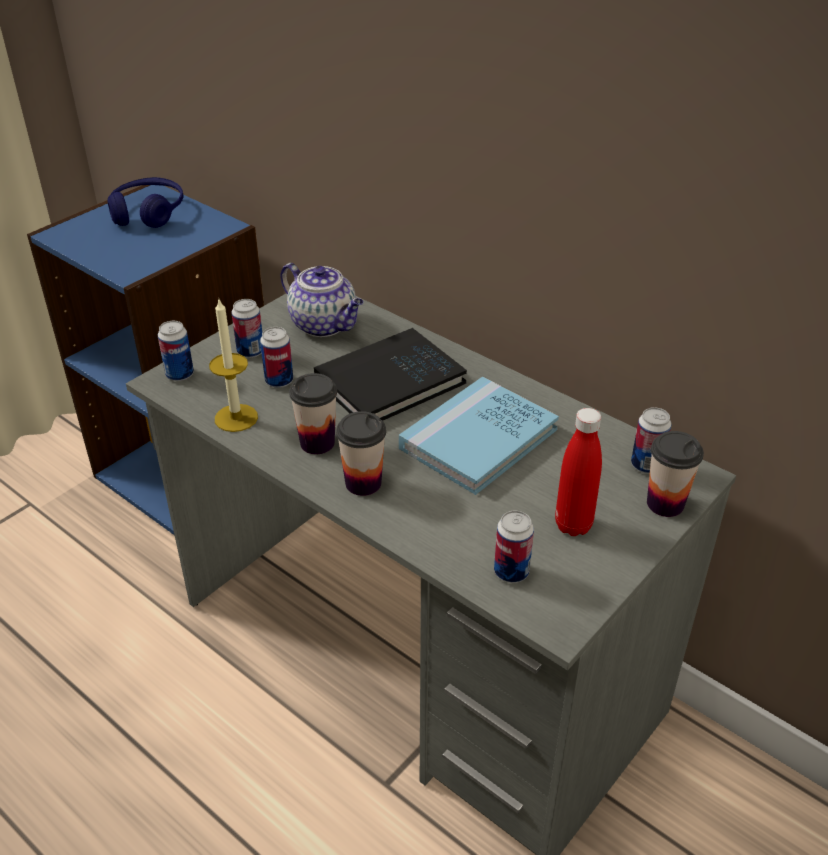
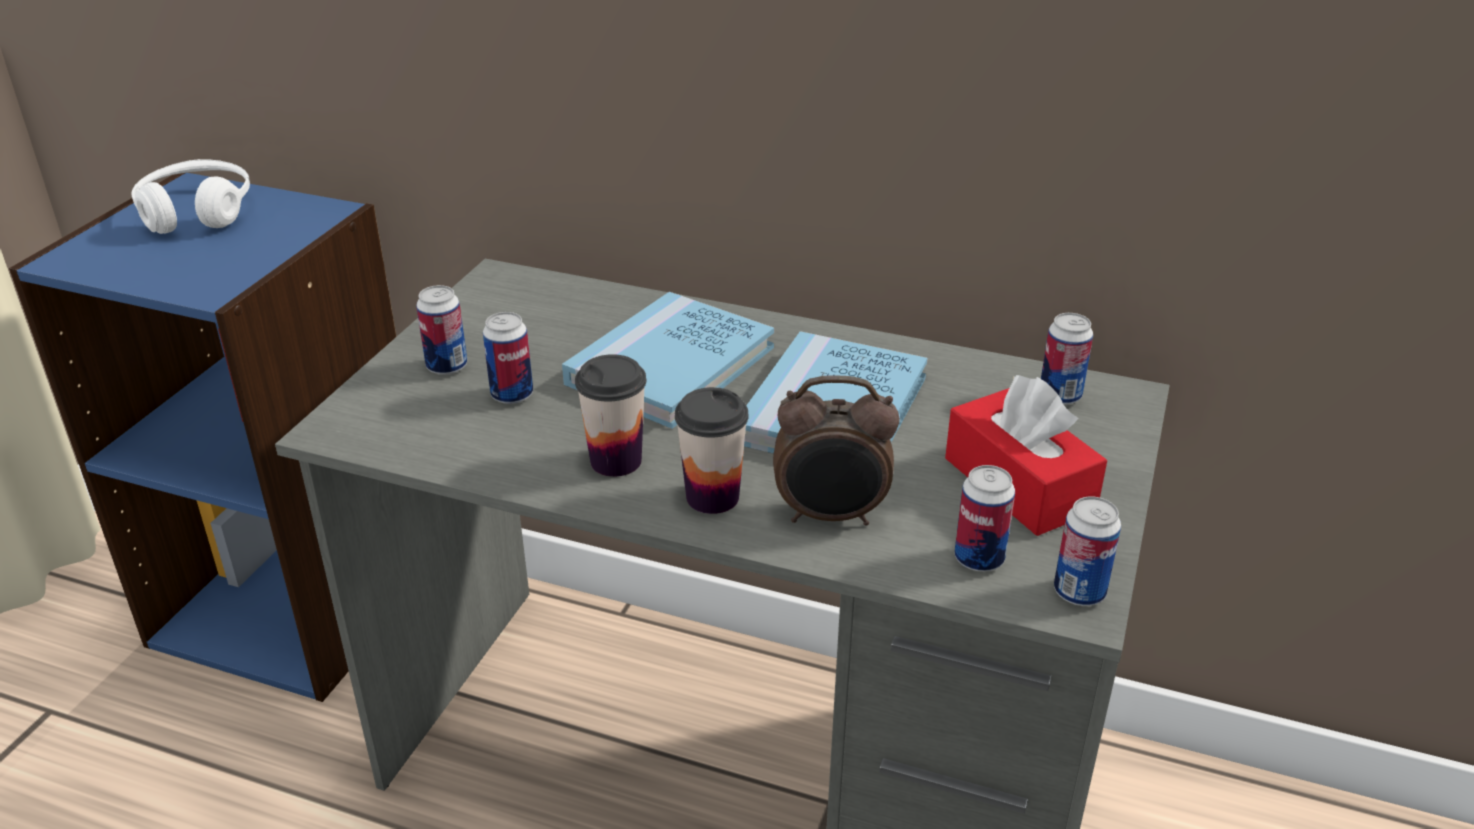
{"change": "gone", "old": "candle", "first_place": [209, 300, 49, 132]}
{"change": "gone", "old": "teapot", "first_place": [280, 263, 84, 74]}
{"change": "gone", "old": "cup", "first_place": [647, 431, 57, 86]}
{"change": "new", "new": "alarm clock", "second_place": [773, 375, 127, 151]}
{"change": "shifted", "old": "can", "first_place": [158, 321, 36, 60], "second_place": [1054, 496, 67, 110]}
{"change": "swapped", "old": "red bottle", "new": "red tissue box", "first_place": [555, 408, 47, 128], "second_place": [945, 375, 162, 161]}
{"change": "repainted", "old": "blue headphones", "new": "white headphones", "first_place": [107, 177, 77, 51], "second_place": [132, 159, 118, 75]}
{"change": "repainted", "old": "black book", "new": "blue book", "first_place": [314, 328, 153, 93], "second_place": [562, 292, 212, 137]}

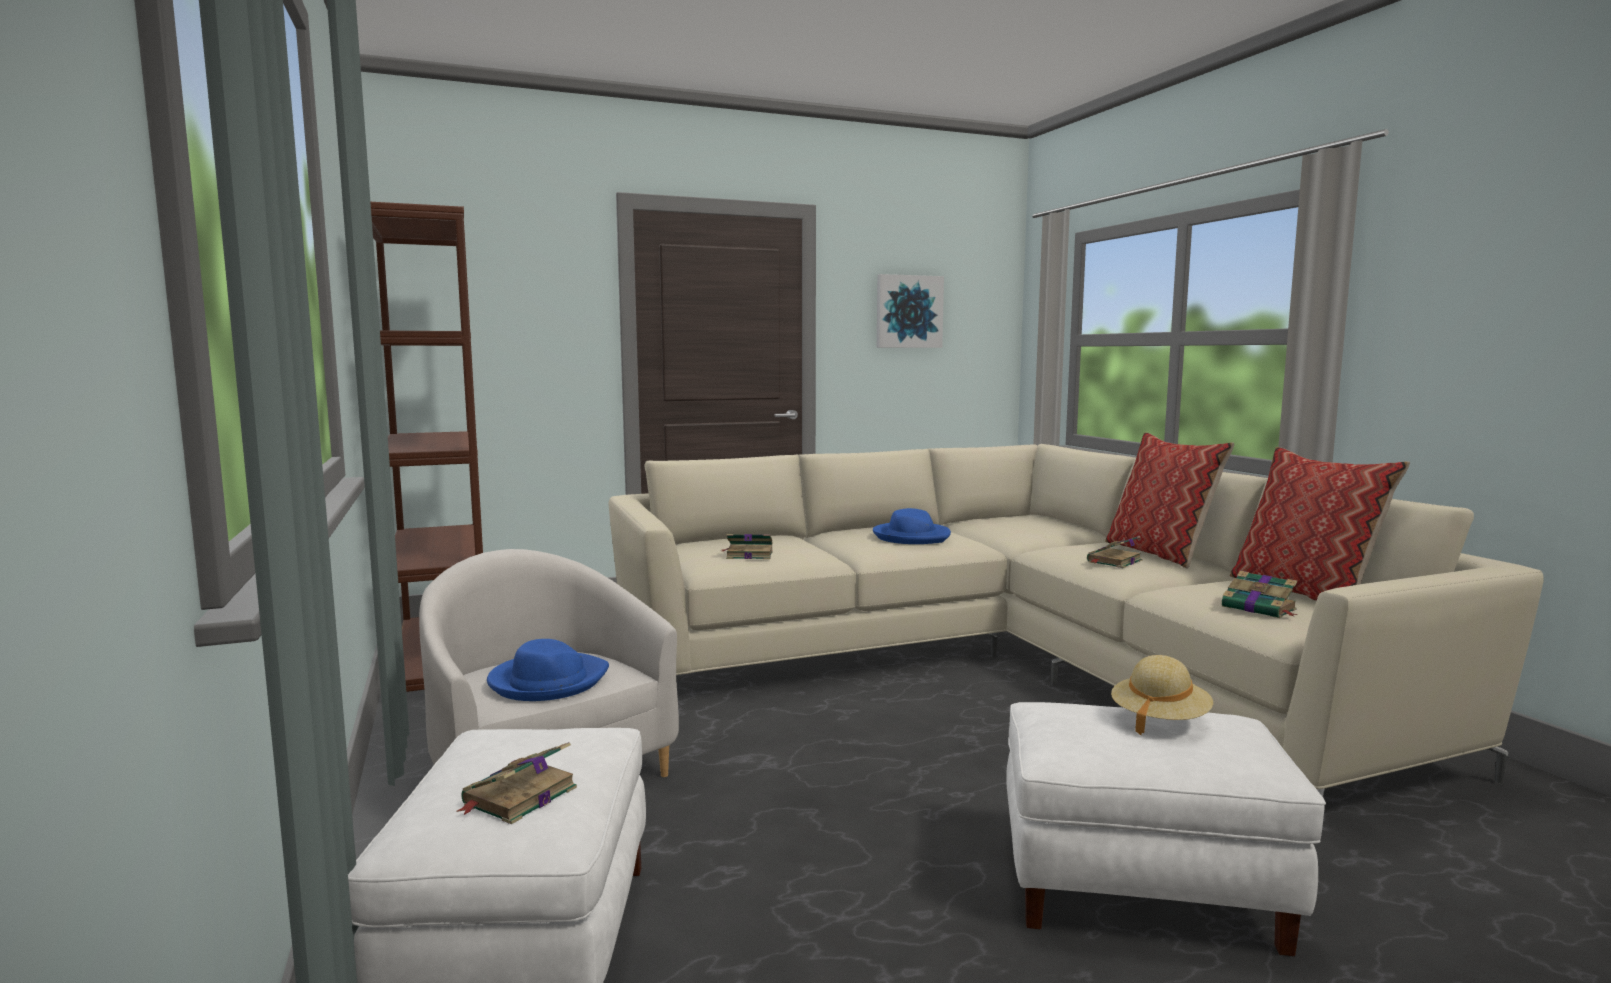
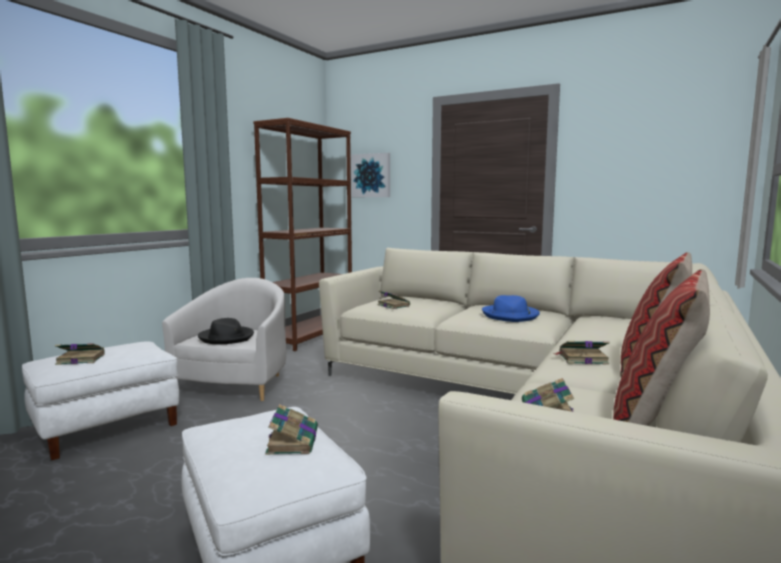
{"change": "shifted", "old": "picture", "first_place": [877, 274, 67, 74], "second_place": [351, 153, 39, 44]}
{"change": "swapped", "old": "beige hat", "new": "book", "first_place": [1111, 655, 102, 80], "second_place": [265, 404, 53, 51]}
{"change": "repainted", "old": "blue hat", "new": "black hat", "first_place": [487, 639, 122, 62], "second_place": [198, 318, 56, 26]}

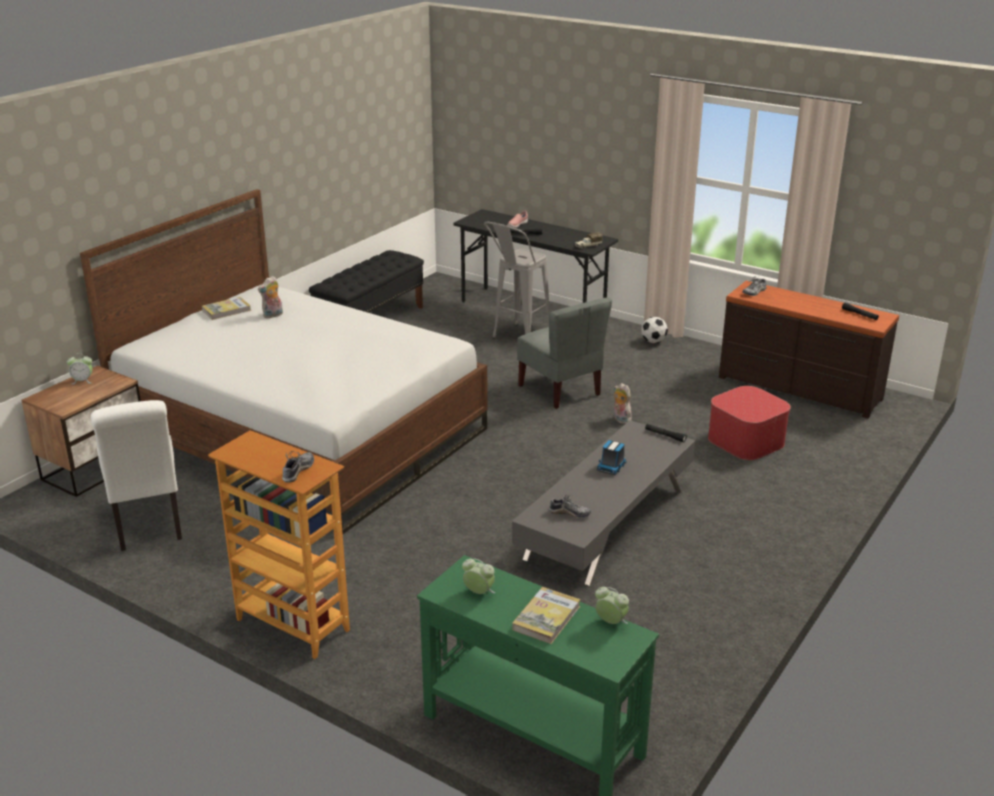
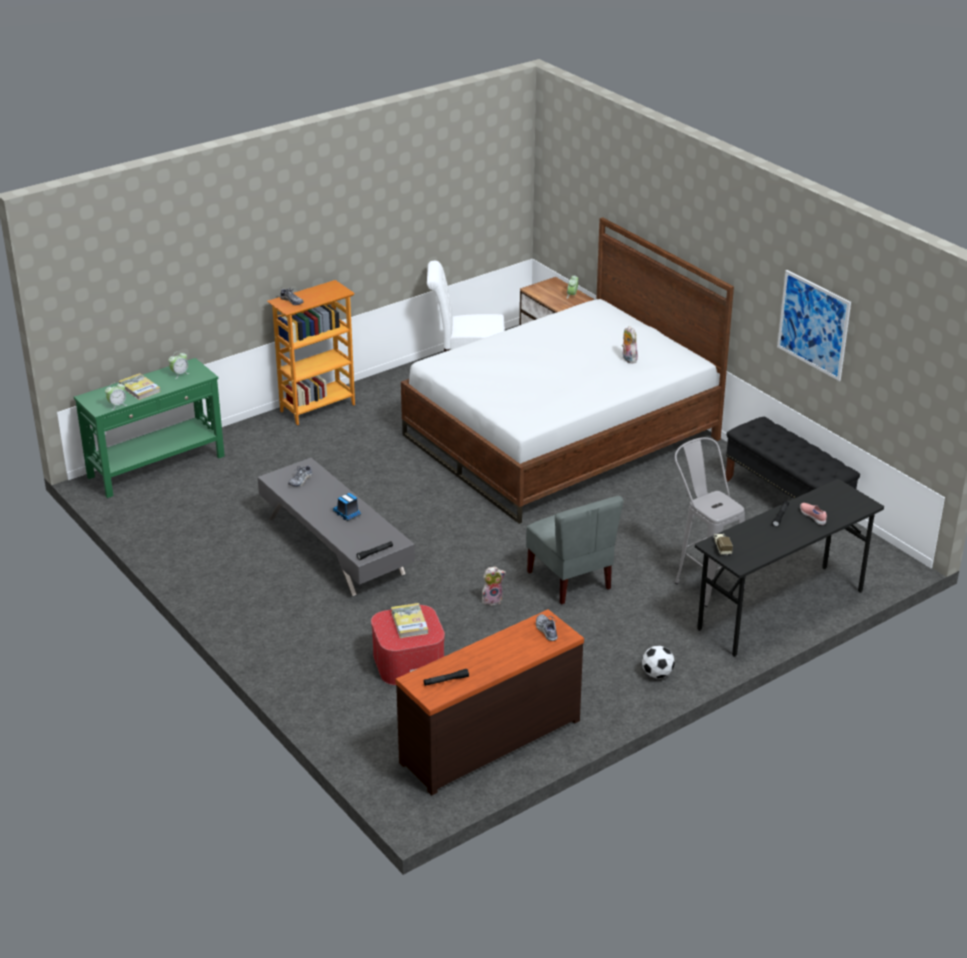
{"change": "new", "new": "picture", "second_place": [777, 270, 74, 111]}
{"change": "shifted", "old": "book", "first_place": [202, 297, 49, 23], "second_place": [391, 603, 37, 35]}
{"change": "rotated", "old": "grey chair", "first_place": [517, 297, 95, 112], "second_place": [526, 496, 98, 108], "degrees": -105}

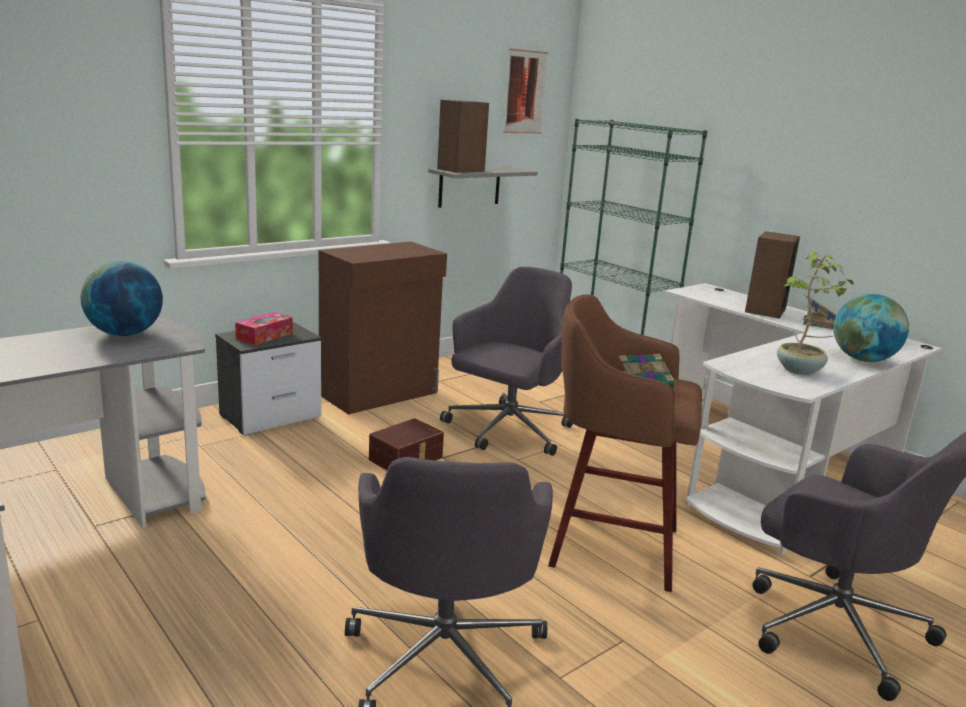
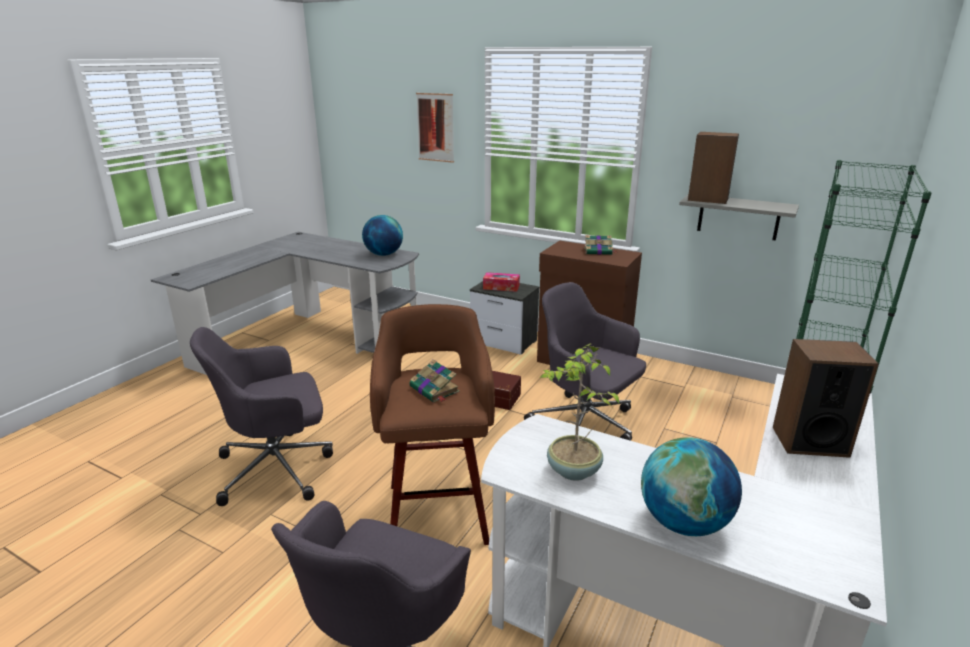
{"change": "shifted", "old": "picture", "first_place": [503, 48, 45, 85], "second_place": [416, 93, 38, 70]}
{"change": "shifted", "old": "book", "first_place": [803, 299, 33, 31], "second_place": [584, 235, 33, 20]}
{"change": "rotated", "old": "grey office chair", "first_place": [440, 267, 133, 189], "second_place": [524, 282, 122, 159], "degrees": -150}

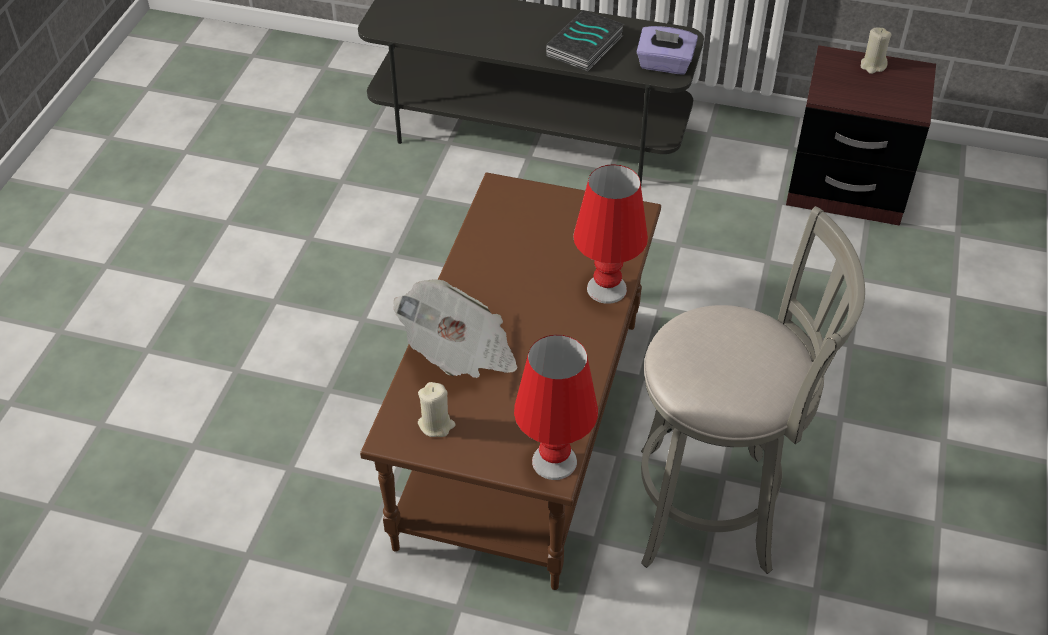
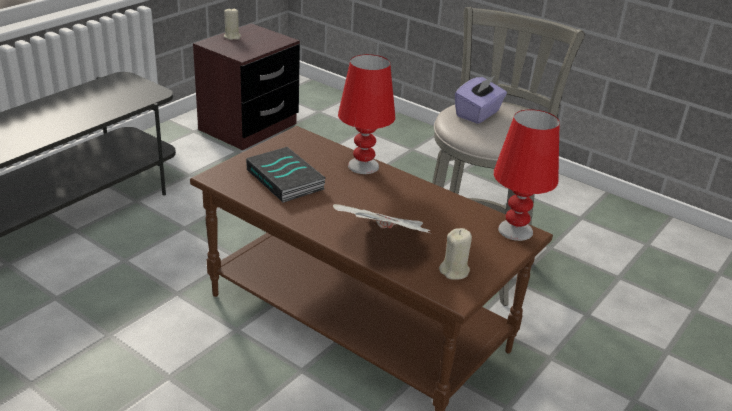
{"change": "shifted", "old": "book", "first_place": [546, 10, 78, 61], "second_place": [246, 147, 79, 56]}
{"change": "shifted", "old": "purple tissue box", "first_place": [637, 26, 61, 49], "second_place": [455, 76, 52, 48]}

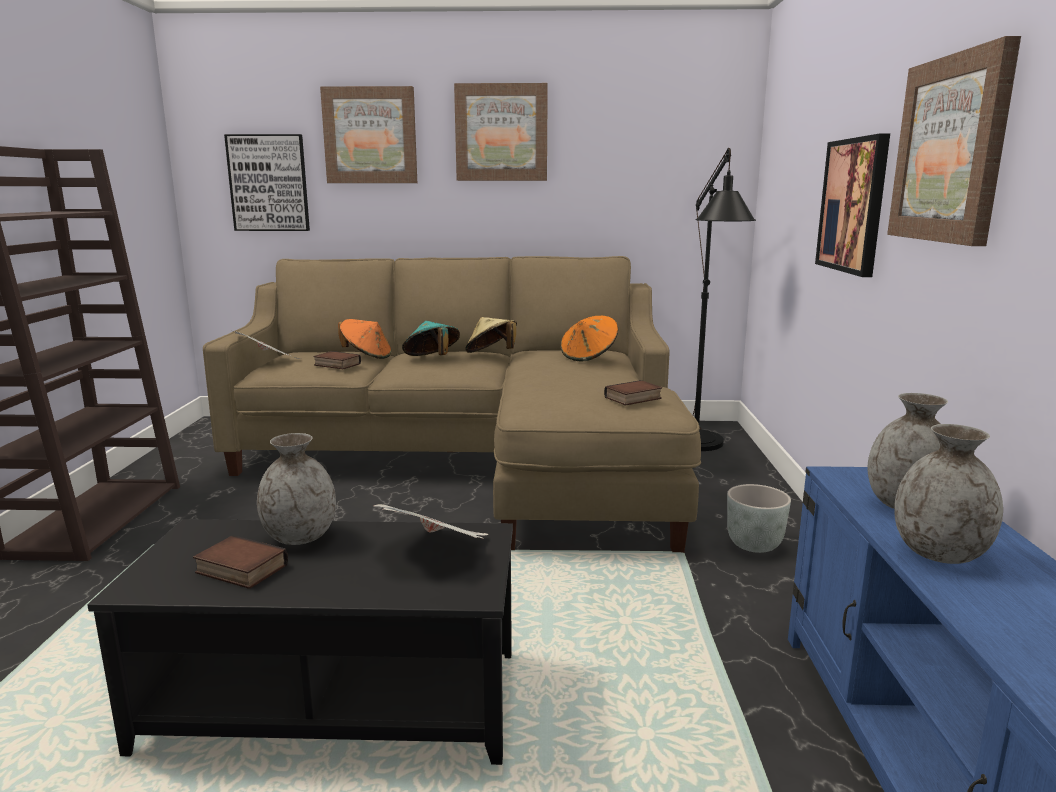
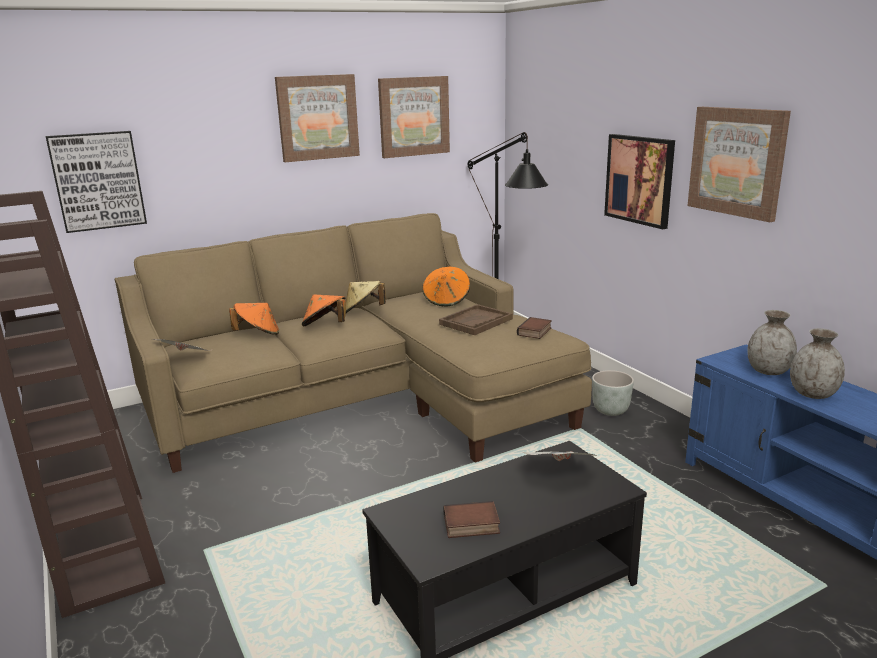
{"change": "gone", "old": "grey vase", "first_place": [257, 433, 79, 112]}
{"change": "gone", "old": "book", "first_place": [313, 351, 48, 18]}
{"change": "new", "new": "brown tray", "second_place": [439, 304, 74, 31]}
{"change": "shifted", "old": "picture", "first_place": [320, 86, 97, 97], "second_place": [378, 76, 72, 82]}
{"change": "repainted", "old": "turquoise hat", "new": "orange hat", "first_place": [402, 321, 58, 35], "second_place": [302, 294, 44, 33]}

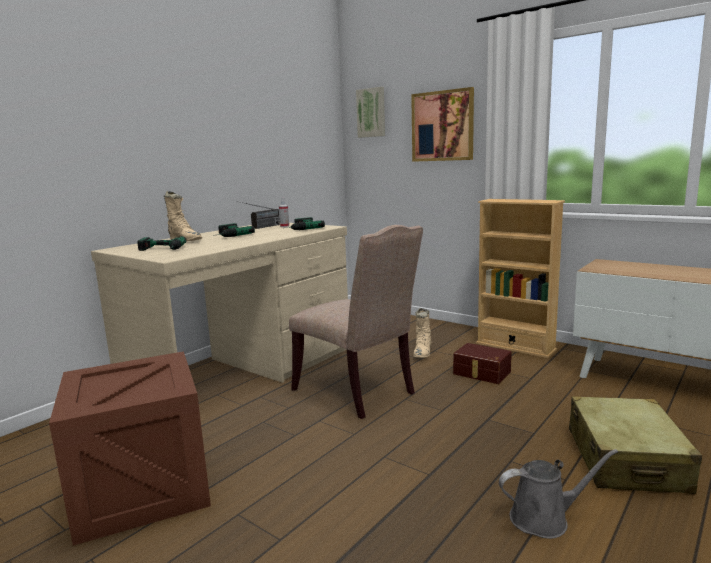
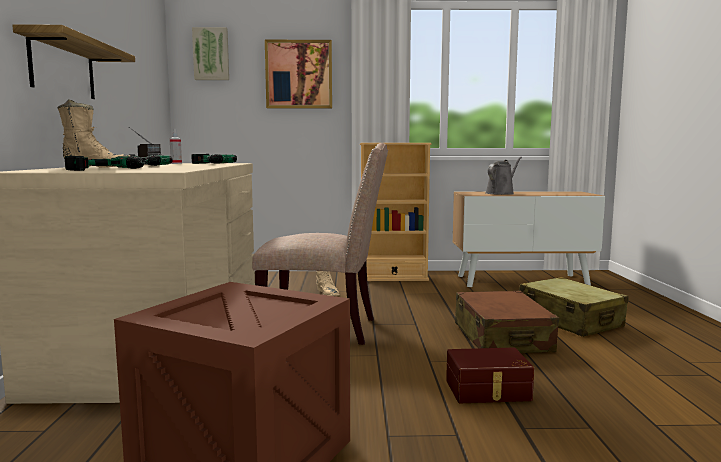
{"change": "new", "new": "shelf", "second_place": [12, 24, 123, 75]}
{"change": "new", "new": "brown suitcase", "second_place": [455, 291, 104, 62]}
{"change": "shifted", "old": "brown storage box", "first_place": [453, 343, 59, 41], "second_place": [446, 348, 88, 55]}
{"change": "shifted", "old": "grey watering can", "first_place": [499, 449, 119, 90], "second_place": [486, 157, 36, 38]}

